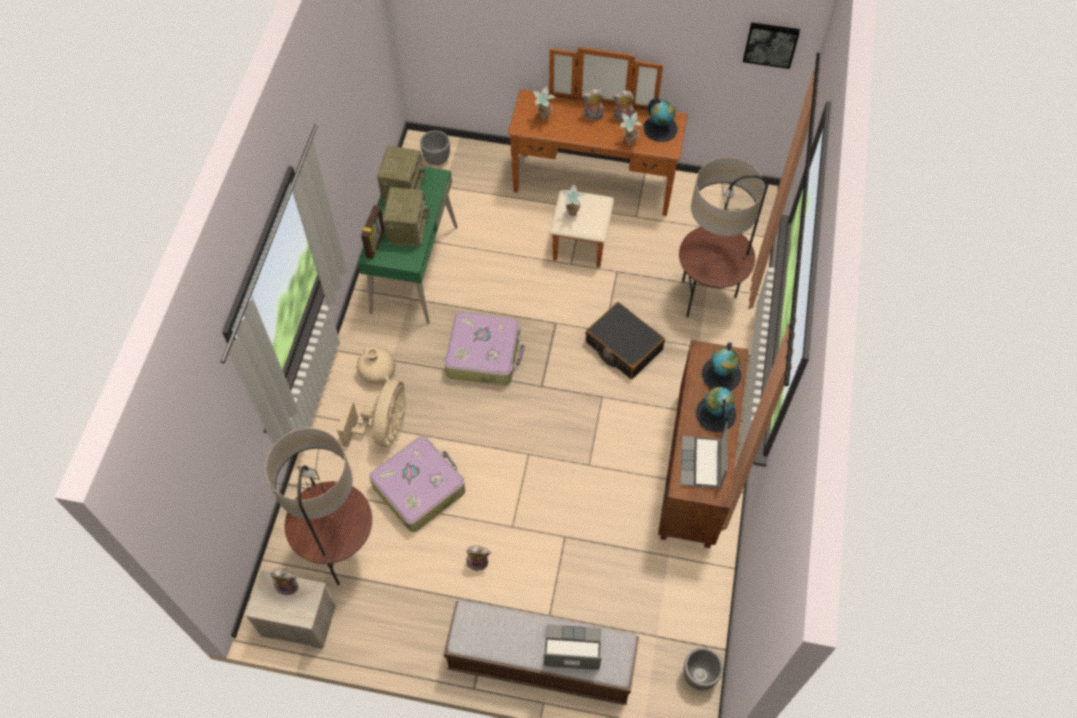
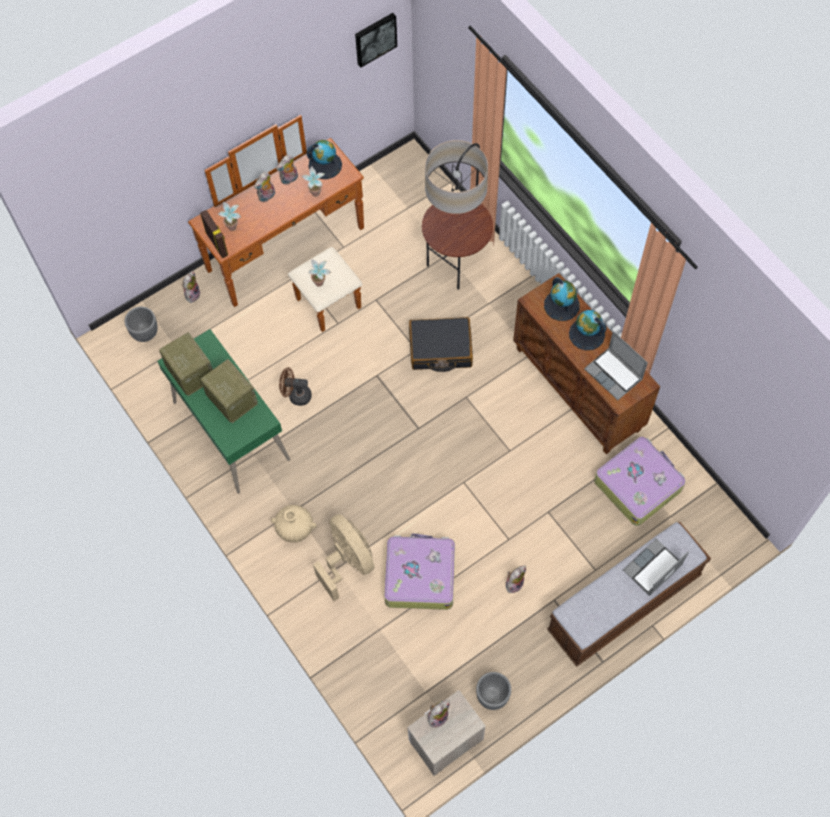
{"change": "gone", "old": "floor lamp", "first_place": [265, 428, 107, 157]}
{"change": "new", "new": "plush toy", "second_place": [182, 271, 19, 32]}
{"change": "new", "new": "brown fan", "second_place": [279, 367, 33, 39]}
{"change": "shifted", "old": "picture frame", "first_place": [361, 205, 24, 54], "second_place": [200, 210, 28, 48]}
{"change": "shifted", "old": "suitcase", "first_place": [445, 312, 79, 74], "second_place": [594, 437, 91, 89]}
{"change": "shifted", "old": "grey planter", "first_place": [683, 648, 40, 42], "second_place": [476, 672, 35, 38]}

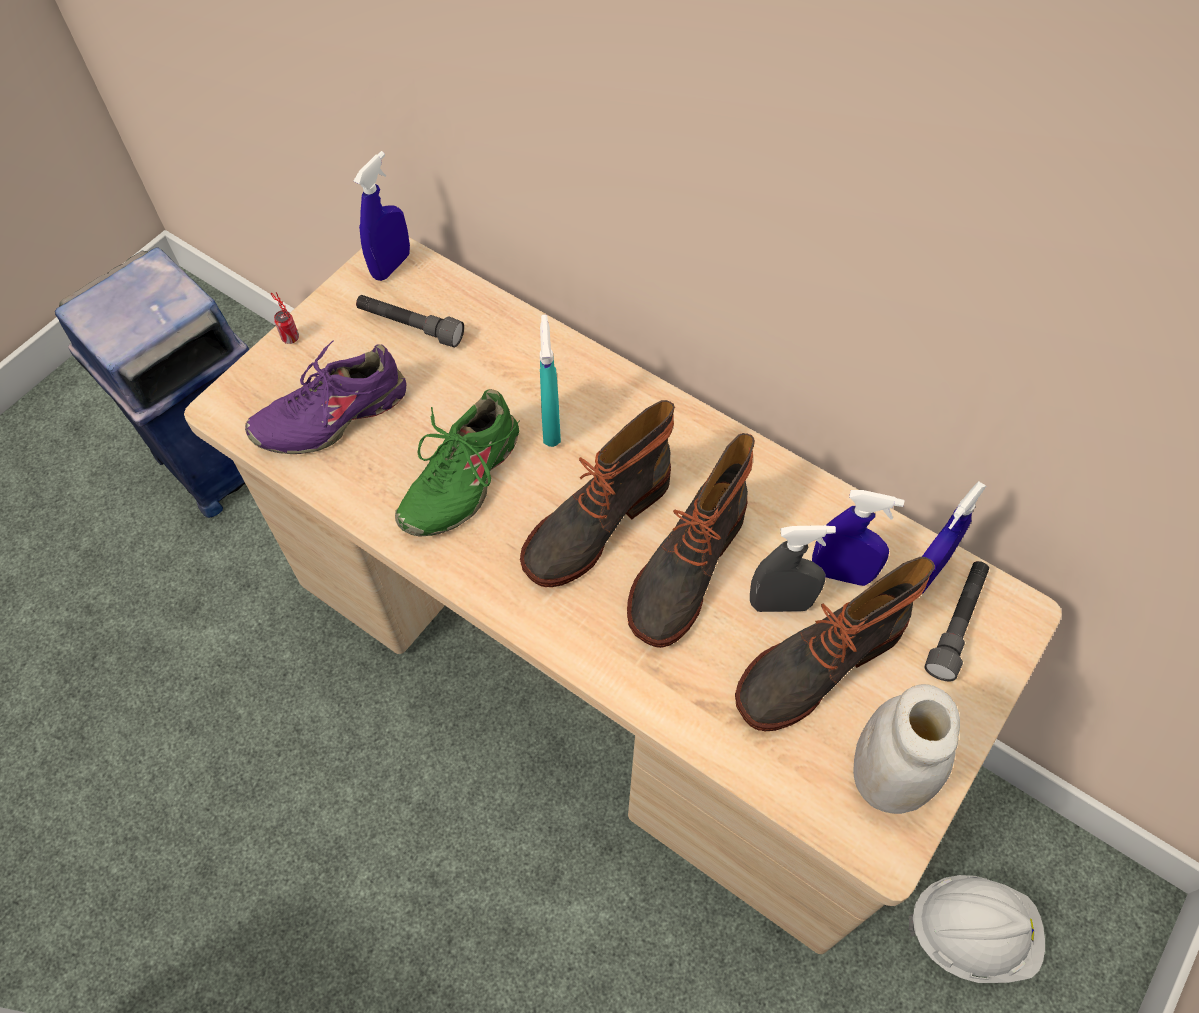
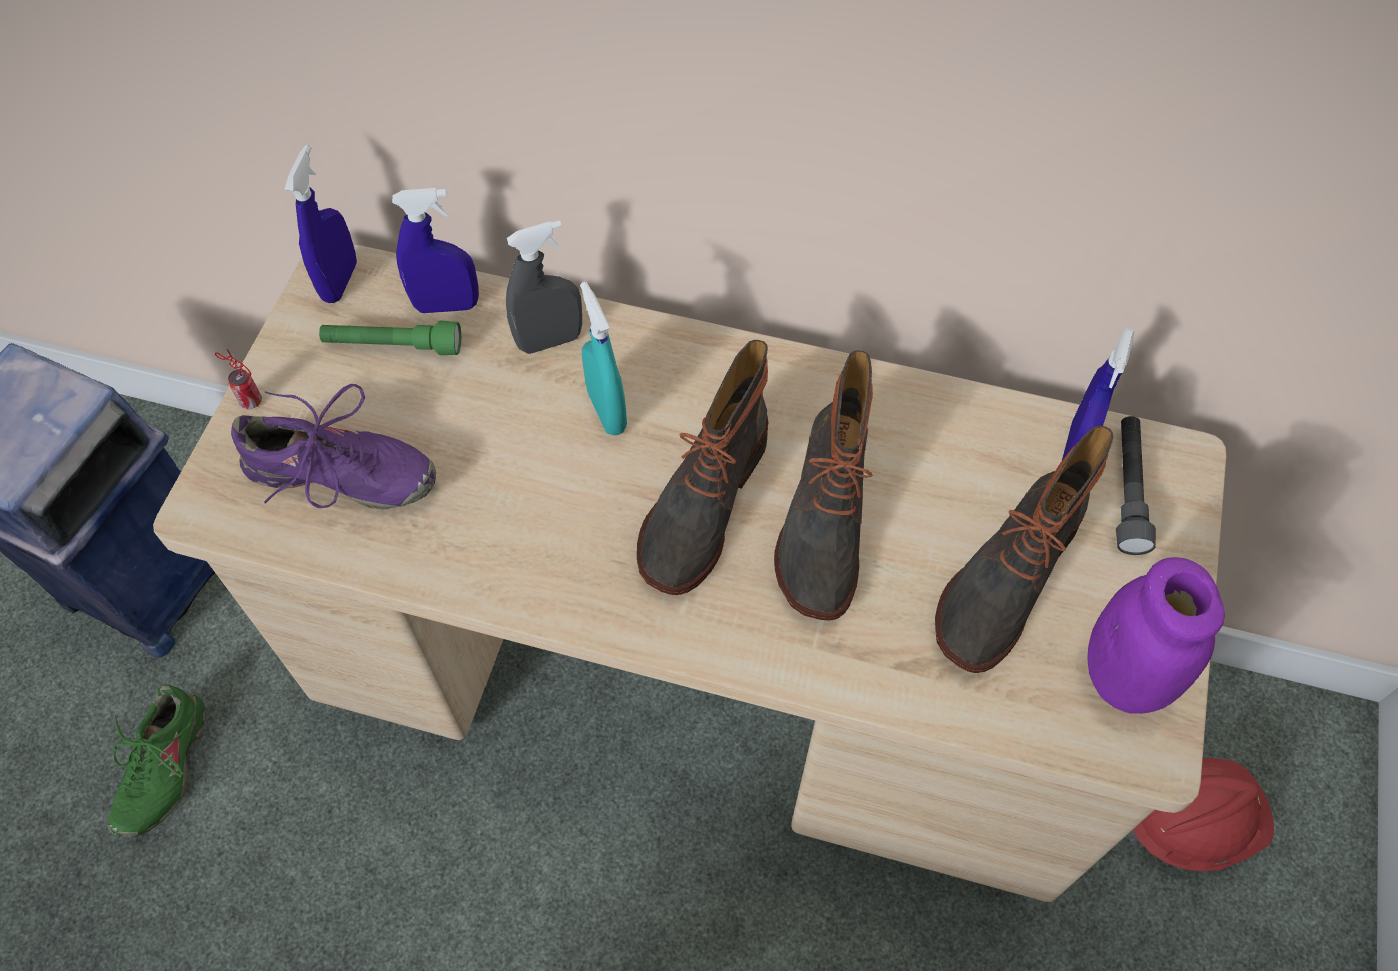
{"change": "shifted", "old": "green shoe", "first_place": [395, 389, 126, 148], "second_place": [107, 685, 98, 154]}
{"change": "shifted", "old": "grey spray bottle", "first_place": [750, 525, 86, 87], "second_place": [506, 220, 76, 134]}
{"change": "shifted", "old": "blue spray bottle", "first_place": [812, 490, 92, 96], "second_place": [392, 188, 87, 125]}
{"change": "repainted", "old": "grey flashlight", "new": "green flashlight", "first_place": [356, 295, 108, 52], "second_place": [319, 321, 142, 34]}
{"change": "repainted", "old": "white jar", "new": "purple jar", "first_place": [853, 684, 107, 130], "second_place": [1087, 557, 138, 157]}
{"change": "repainted", "old": "white hard hat", "new": "red hard hat", "first_place": [909, 875, 136, 108], "second_place": [1128, 758, 146, 114]}
{"change": "rotated", "old": "purple shoe", "first_place": [245, 340, 161, 114], "second_place": [231, 384, 205, 125], "degrees": -120}

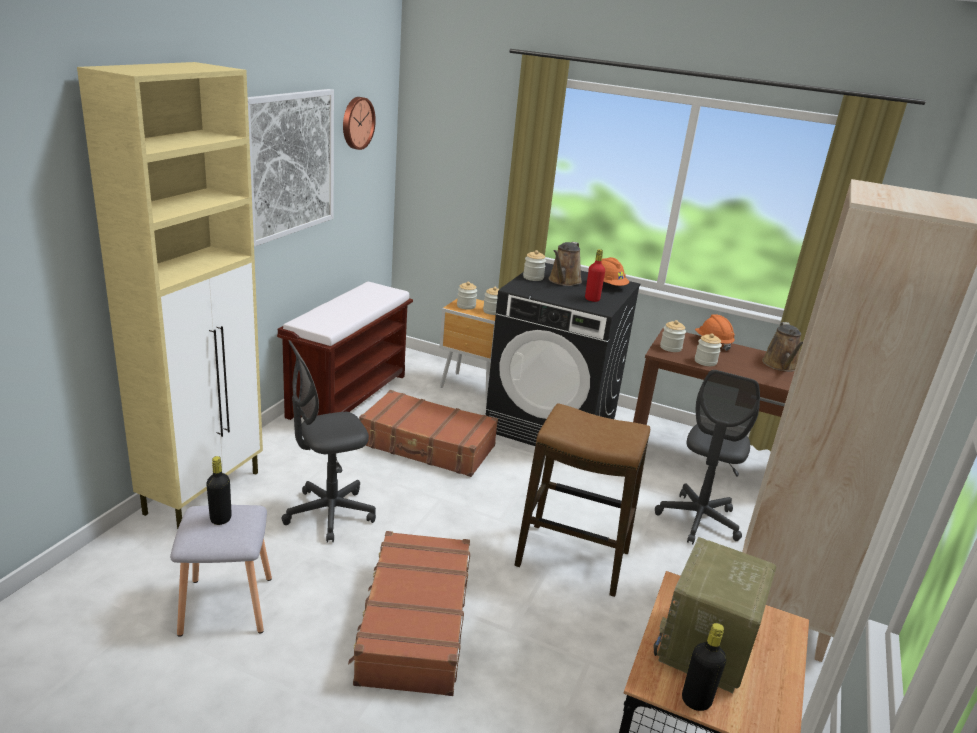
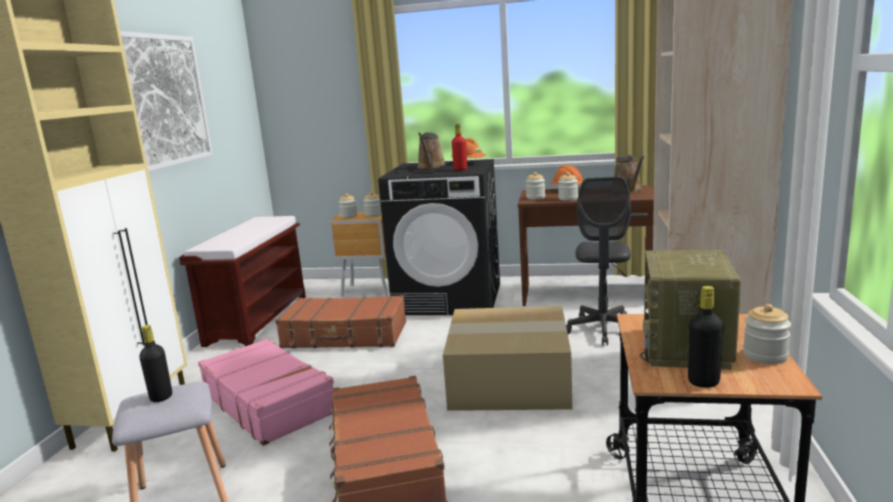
{"change": "gone", "old": "wall clock", "first_place": [343, 97, 33, 53]}
{"change": "shifted", "old": "jar", "first_place": [523, 250, 23, 31], "second_place": [743, 304, 48, 60]}
{"change": "swapped", "old": "grey office chair", "new": "pink suitcase", "first_place": [281, 340, 95, 202], "second_place": [198, 338, 136, 108]}
{"change": "swapped", "old": "stool", "new": "cardboard box", "first_place": [514, 403, 136, 194], "second_place": [443, 306, 129, 105]}

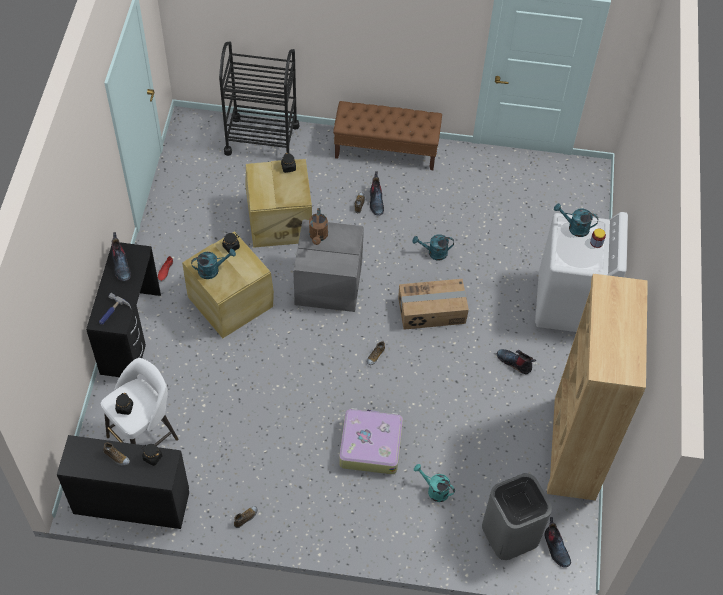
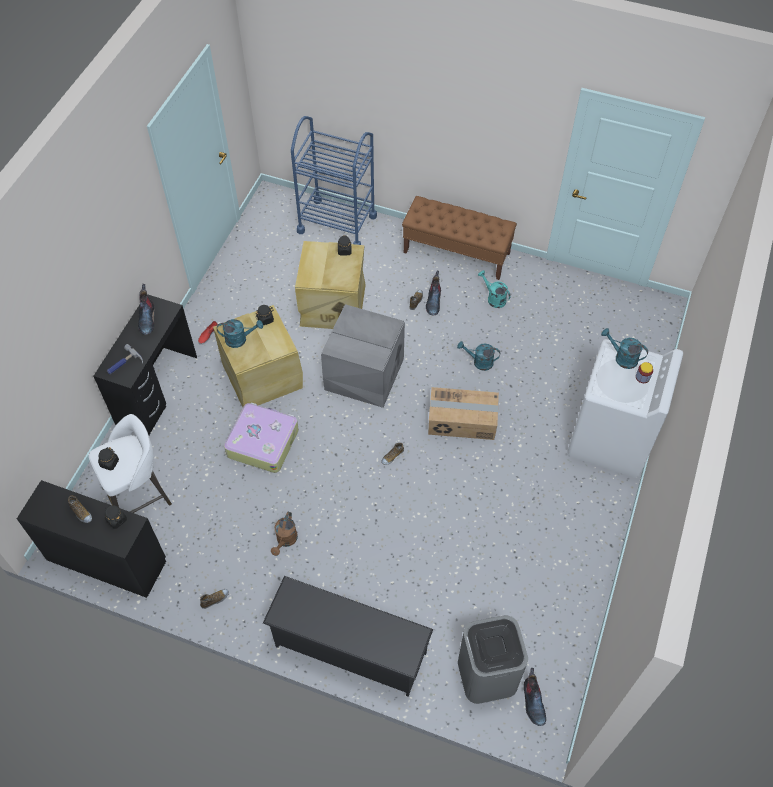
{"change": "gone", "old": "boot", "first_place": [497, 349, 39, 26]}
{"change": "gone", "old": "brown bookcase", "first_place": [547, 274, 101, 227]}
{"change": "new", "new": "black shoe rack", "second_place": [263, 576, 170, 121]}
{"change": "shifted", "old": "brown watering can", "first_place": [309, 208, 19, 37], "second_place": [271, 512, 27, 44]}
{"change": "shifted", "old": "suitcase", "first_place": [339, 408, 64, 66], "second_place": [224, 402, 75, 71]}
{"change": "shifted", "old": "turquoise watering can", "first_place": [413, 464, 42, 38], "second_place": [478, 270, 33, 38]}
{"change": "repainted", "old": "black cart", "new": "blue cart", "first_place": [219, 41, 80, 115], "second_place": [291, 116, 86, 129]}

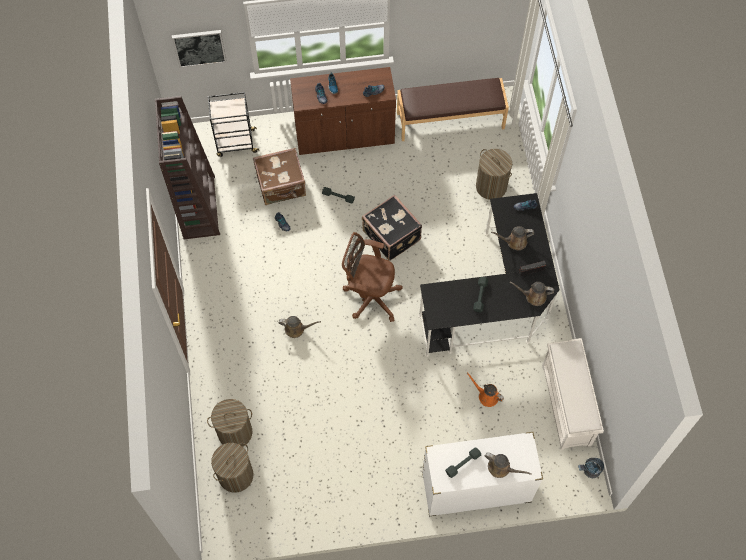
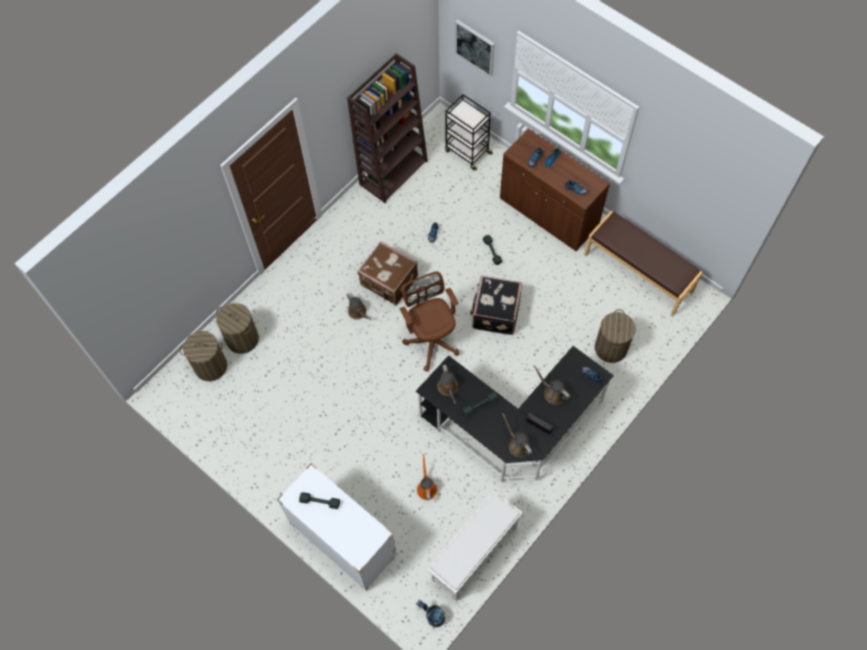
{"change": "shifted", "old": "brown suitcase", "first_place": [253, 148, 53, 57], "second_place": [357, 241, 61, 64]}
{"change": "shifted", "old": "brown watering can", "first_place": [485, 452, 47, 26], "second_place": [437, 365, 21, 39]}

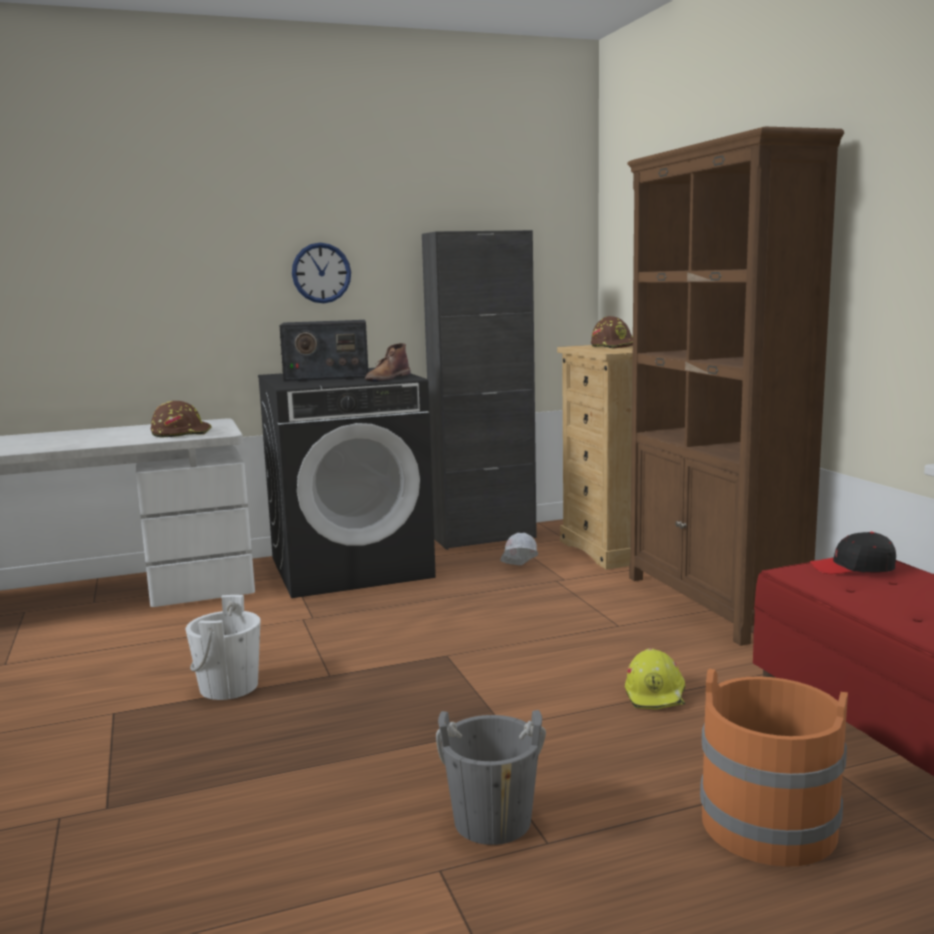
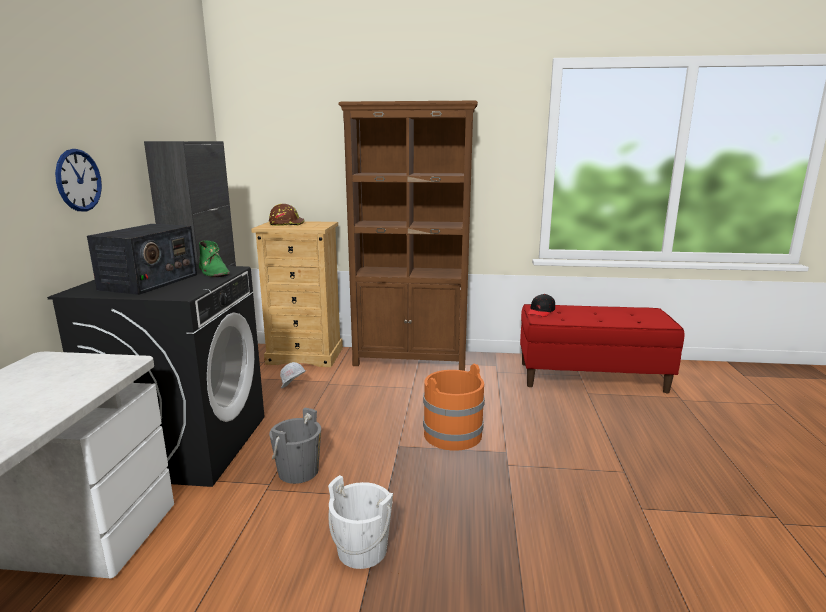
{"change": "gone", "old": "brown hard hat", "first_place": [151, 401, 60, 37]}
{"change": "gone", "old": "yellow hard hat", "first_place": [625, 648, 60, 62]}
{"change": "shifted", "old": "grey bucket", "first_place": [436, 710, 110, 135], "second_place": [269, 408, 52, 76]}
{"change": "shifted", "old": "orange bucket", "first_place": [700, 668, 148, 199], "second_place": [423, 363, 62, 88]}
{"change": "repainted", "old": "brown boot", "new": "green boot", "first_place": [365, 343, 46, 39], "second_place": [199, 241, 31, 36]}

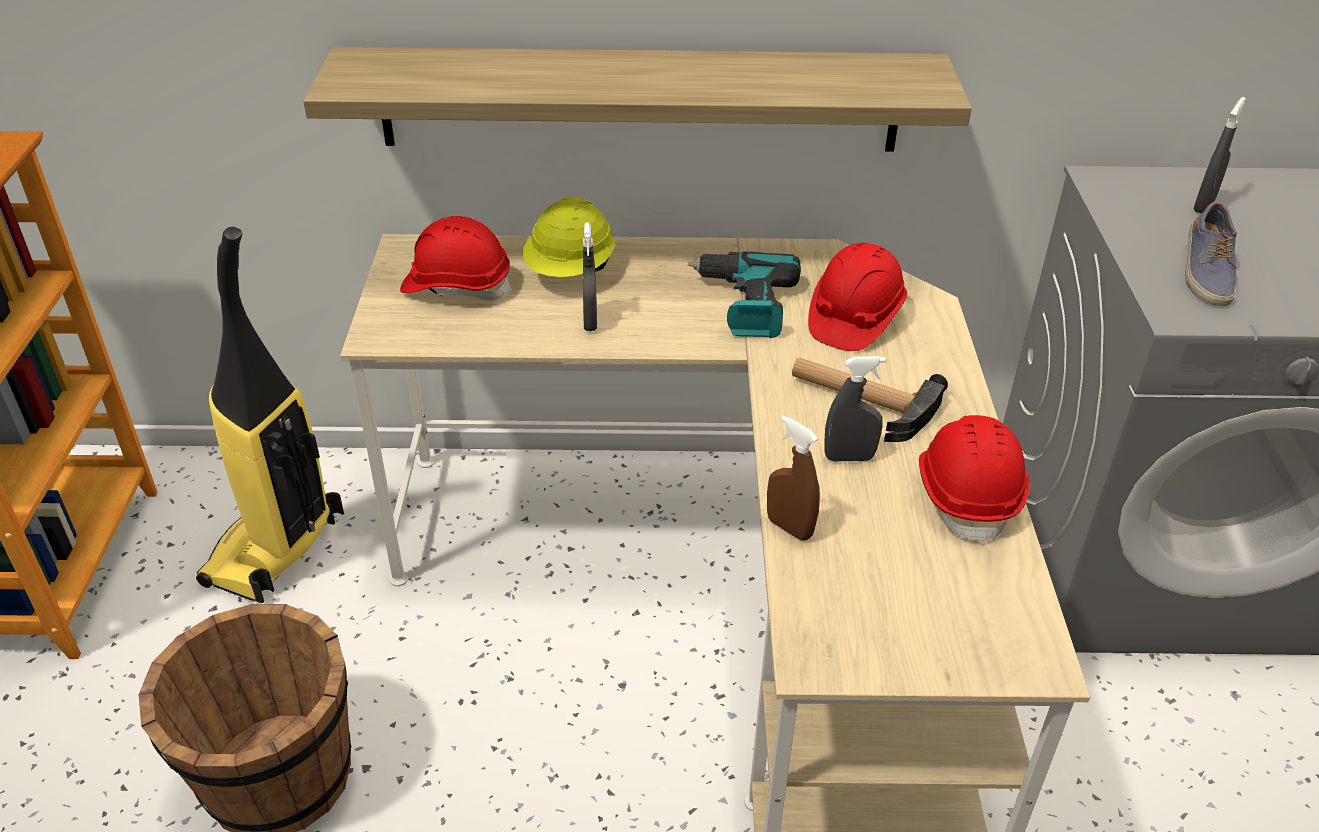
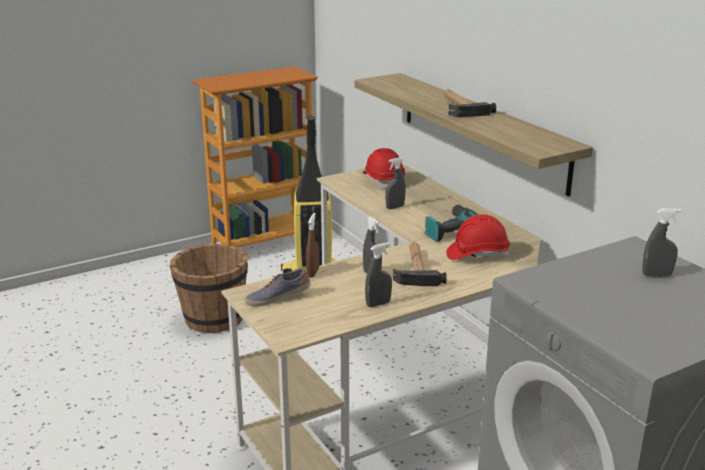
{"change": "gone", "old": "yellow hard hat", "first_place": [523, 197, 92, 80]}
{"change": "new", "new": "hammer", "second_place": [444, 89, 52, 28]}
{"change": "shifted", "old": "shoe", "first_place": [1185, 202, 52, 104], "second_place": [245, 268, 66, 39]}
{"change": "swapped", "old": "red hard hat", "new": "grey spray bottle", "first_place": [919, 415, 111, 131], "second_place": [365, 242, 27, 65]}

